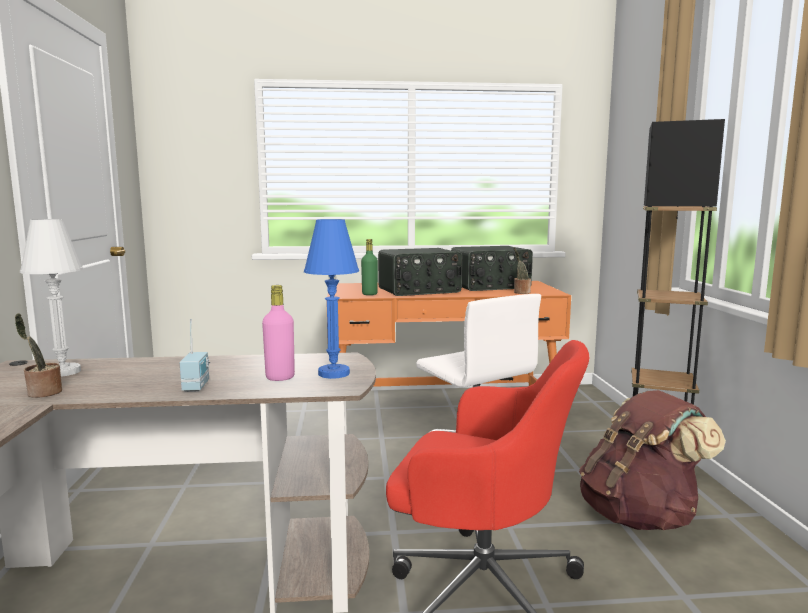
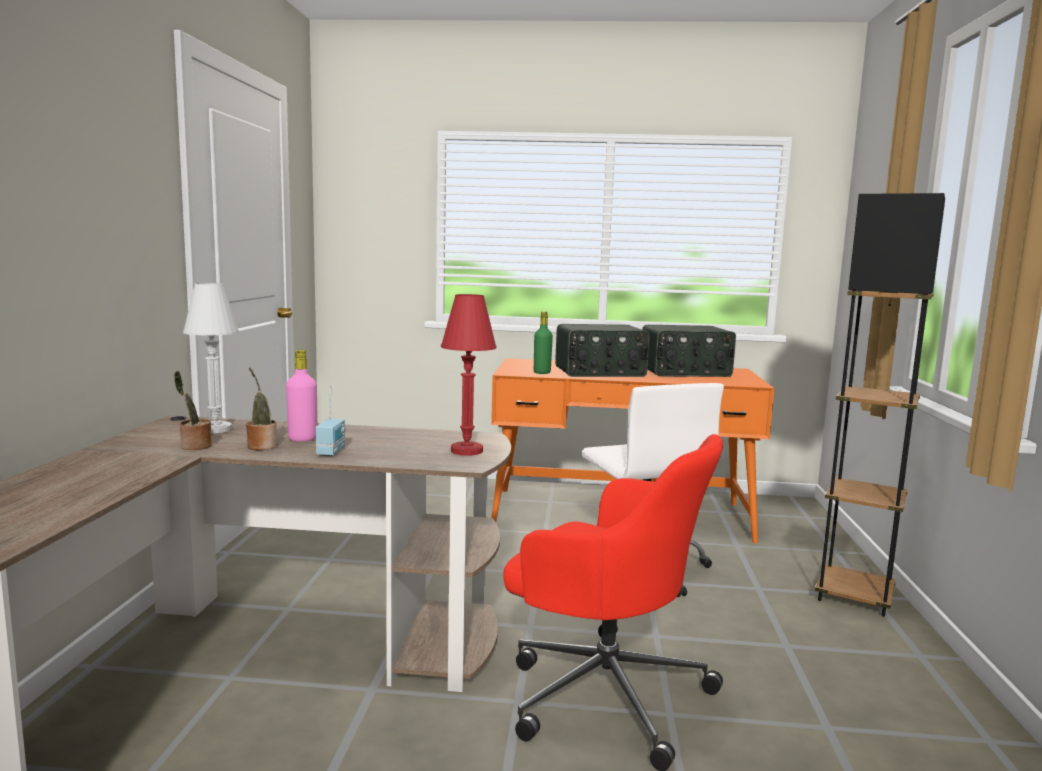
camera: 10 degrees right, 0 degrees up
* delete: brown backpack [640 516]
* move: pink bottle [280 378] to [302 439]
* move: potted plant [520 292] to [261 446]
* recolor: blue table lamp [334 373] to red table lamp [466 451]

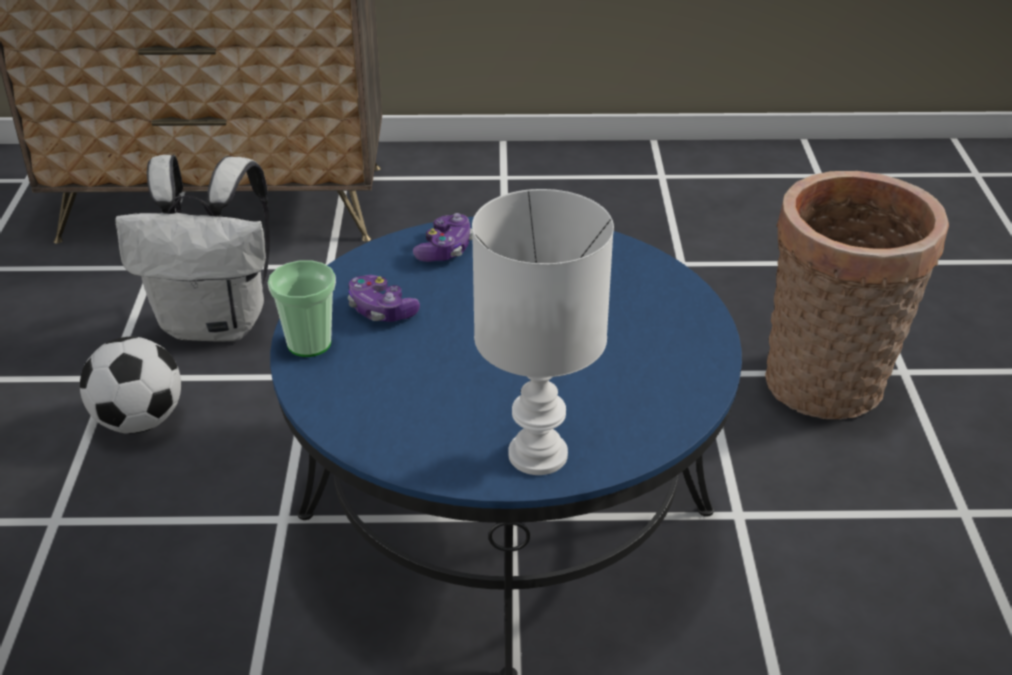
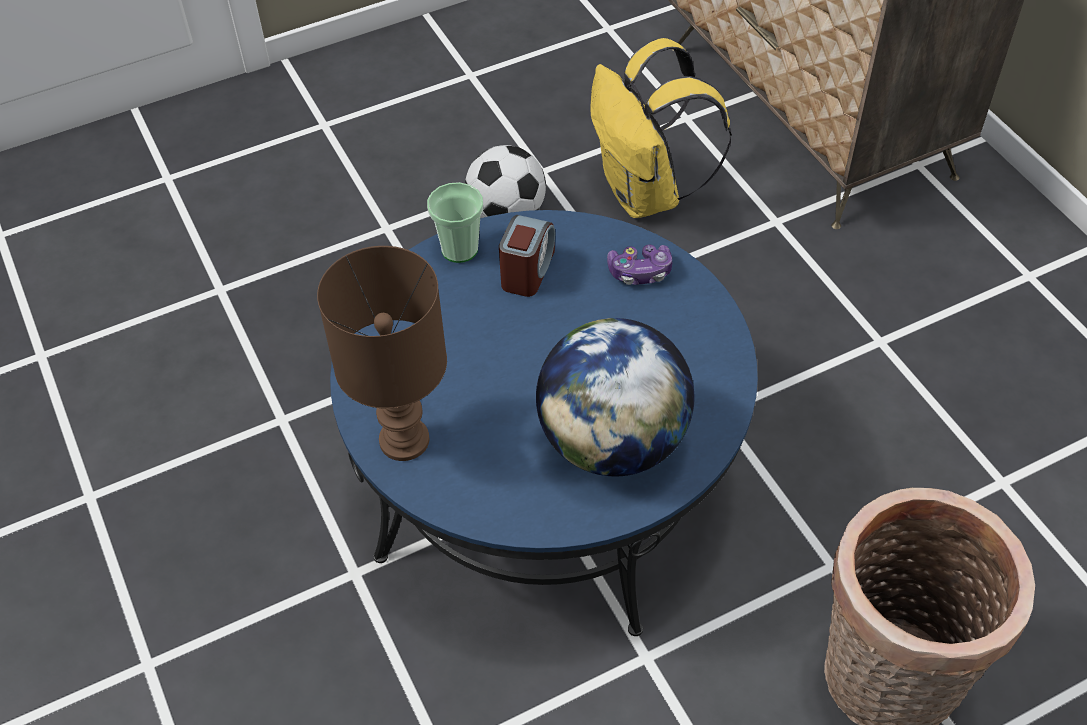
camera: 65 degrees right, 15 degrees up
* insert: globe [613 442]
* replace: game controller [381 310] to alarm clock [527 270]
* recolor: white backpack [217 323] to yellow backpack [646 194]
* recolor: white table lamp [538 453] to brown table lamp [406 440]

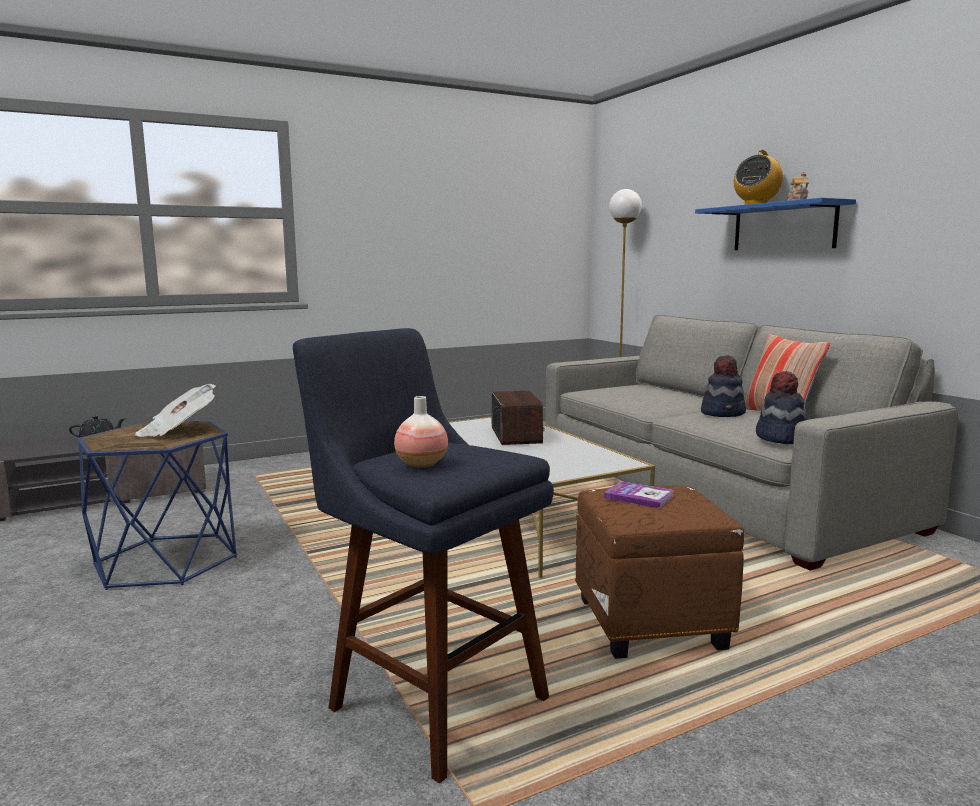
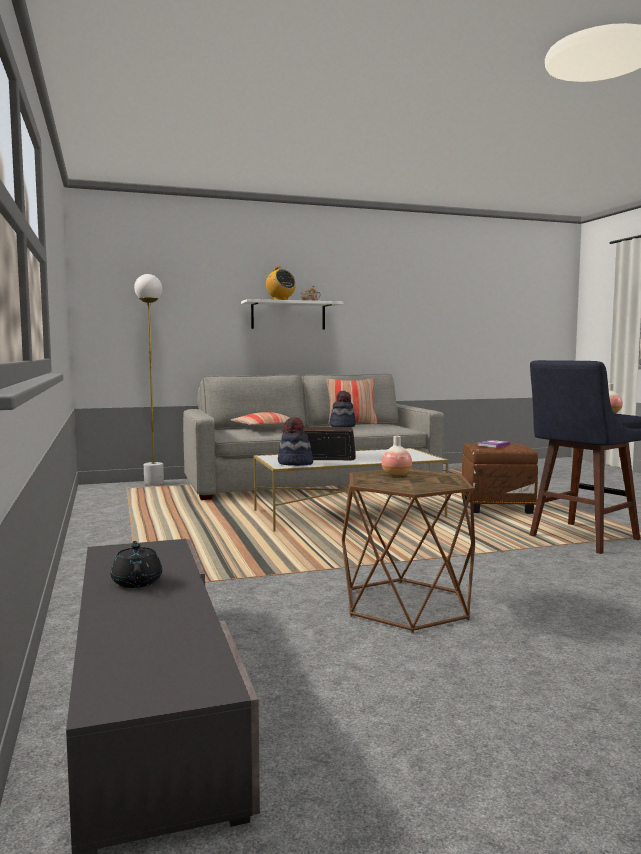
camera: 80 degrees left, 5 degrees down
* insert: pillow [264 429]
* move: hat [780 438] to [295 463]
* replace: newspaper [178 431] to vase [396 475]
* recolor: blue side table [166 561] to brown side table [406 604]
* recolor: blue shelf [783 227] to white shelf [288 315]

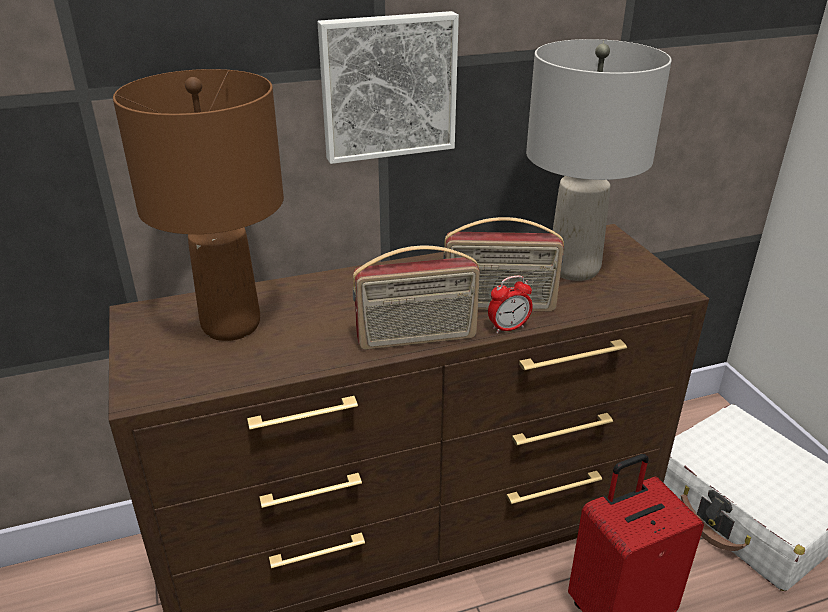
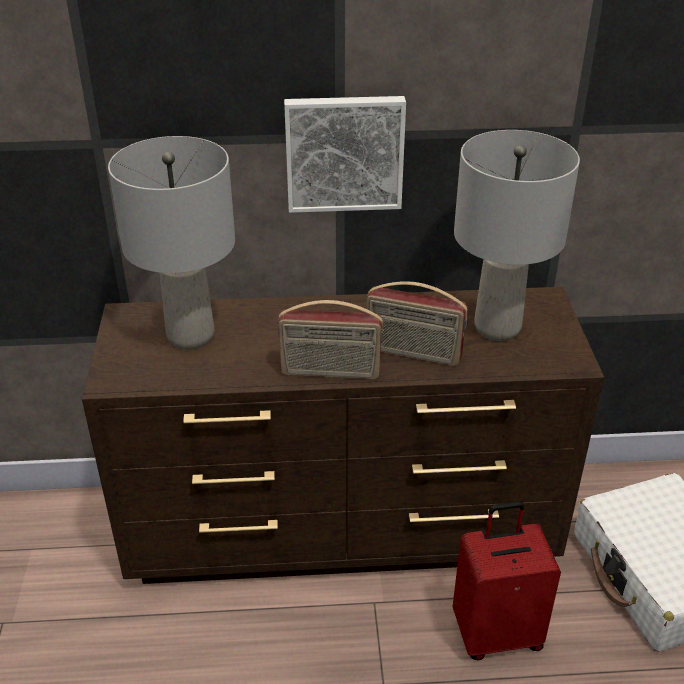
camera: 15 degrees right, 5 degrees up
* delete: alarm clock [508 328]
* recolor: brown table lamp [231 326] to grey table lamp [190 336]

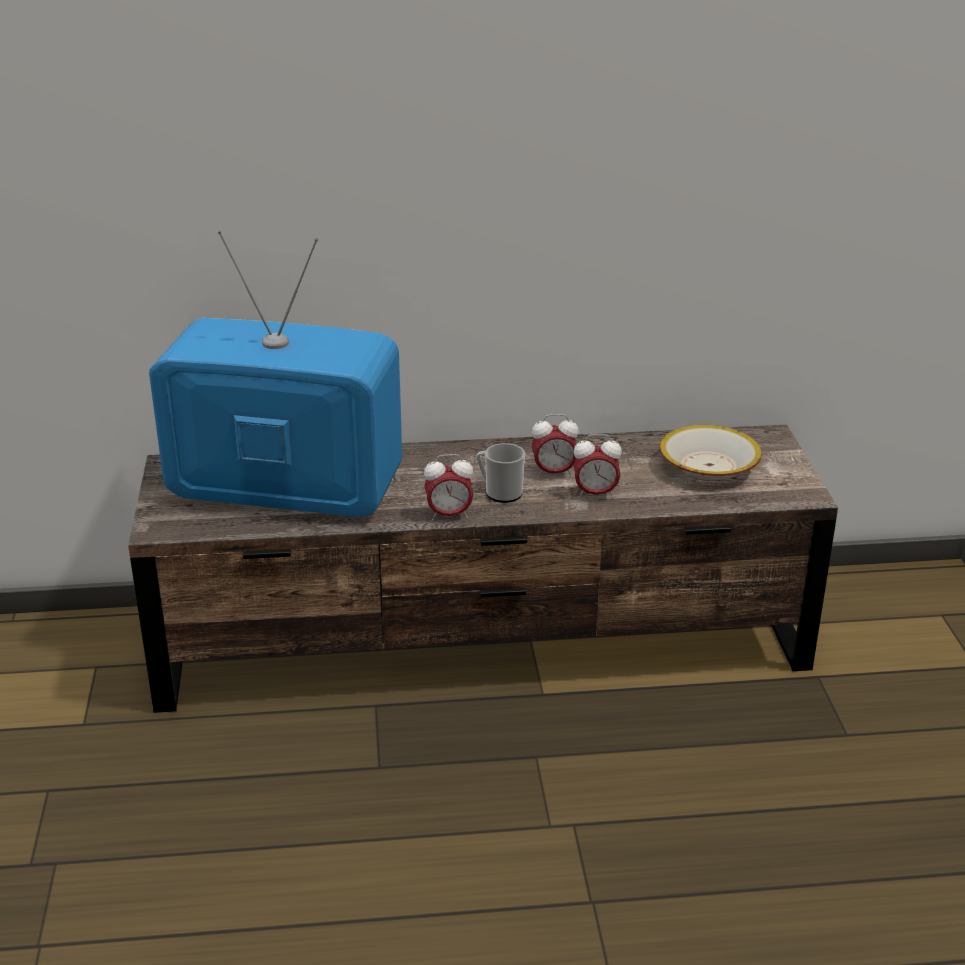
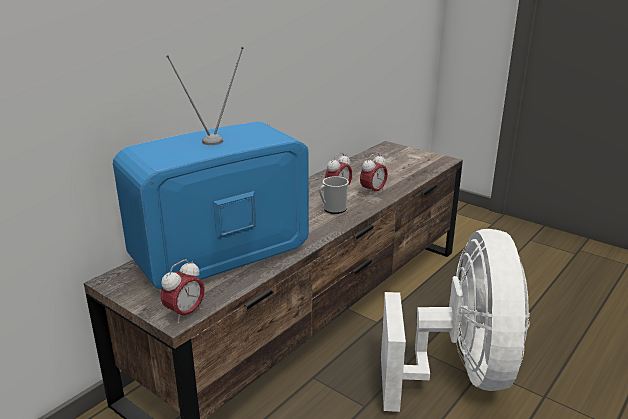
camera: 45 degrees left, 5 degrees down
* delete: bowl [709 467]
* insert: white fan [459 373]
* move: alarm clock [449 515] to [185 313]

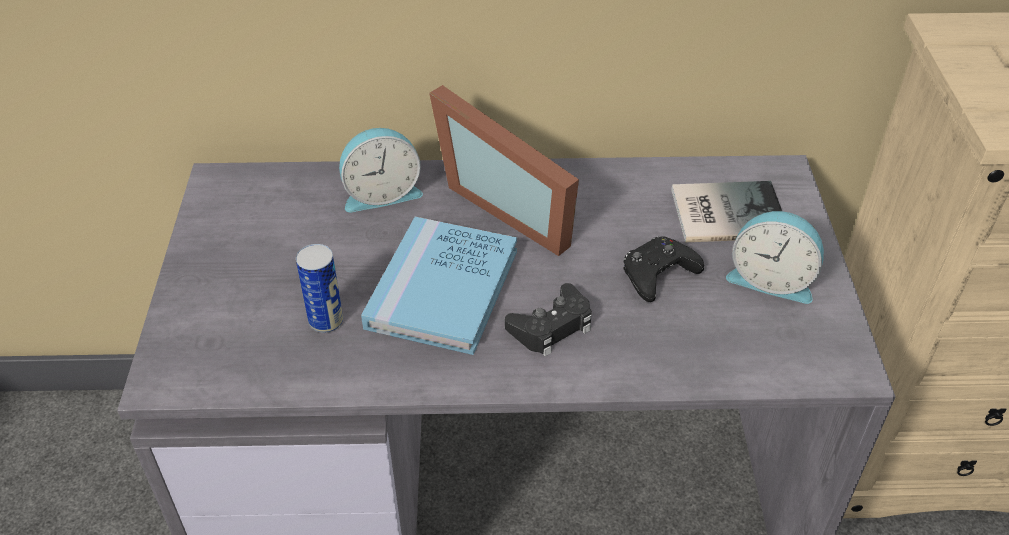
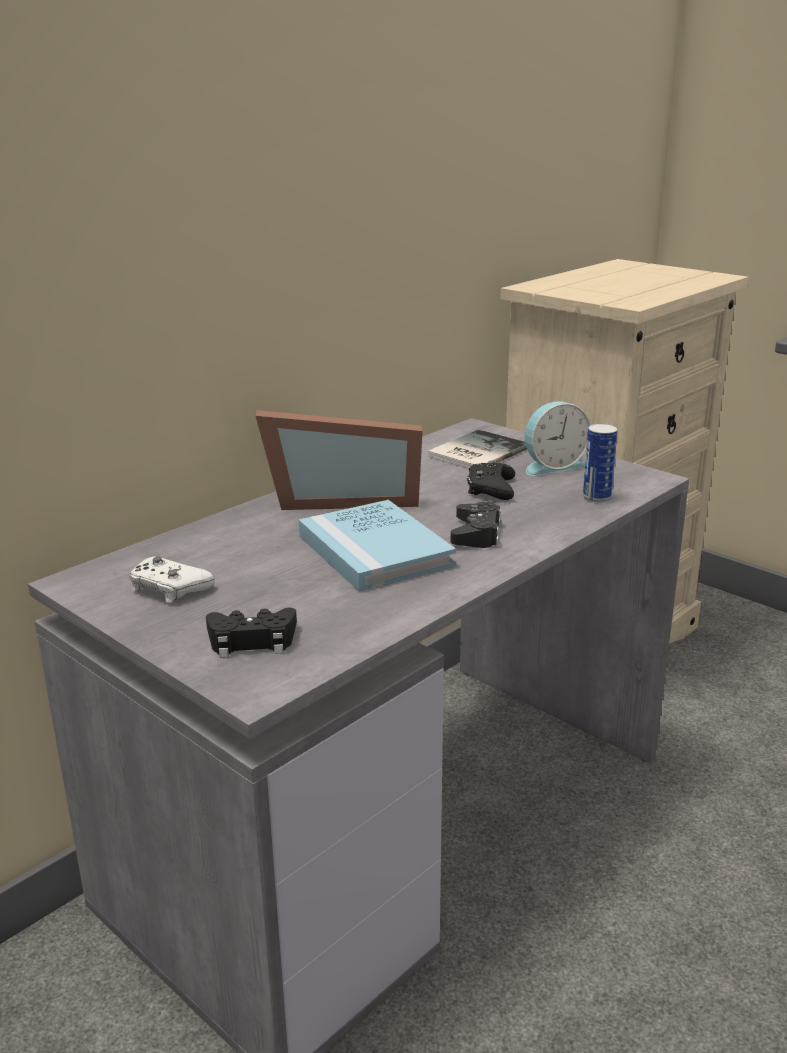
camera: 45 degrees left, 20 degrees down
* delete: alarm clock [381 193]
* insert: white game controller [169 588]
* insert: black game controller [252 640]
* move: can [326 321] to [597 497]

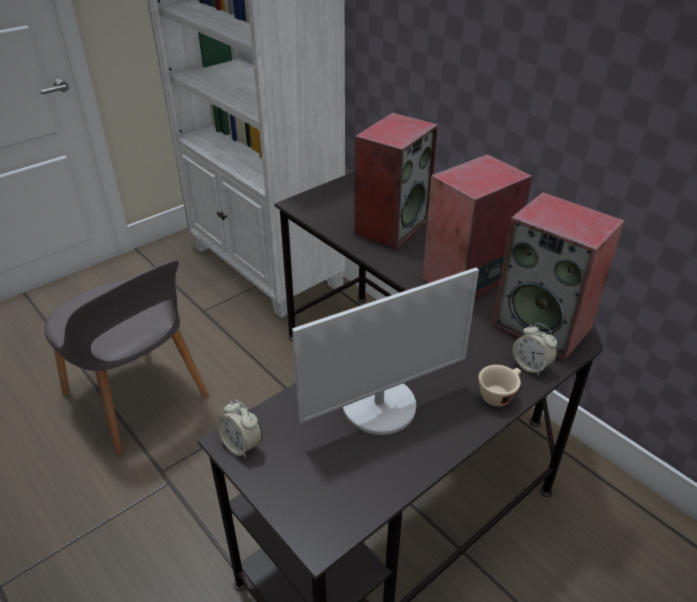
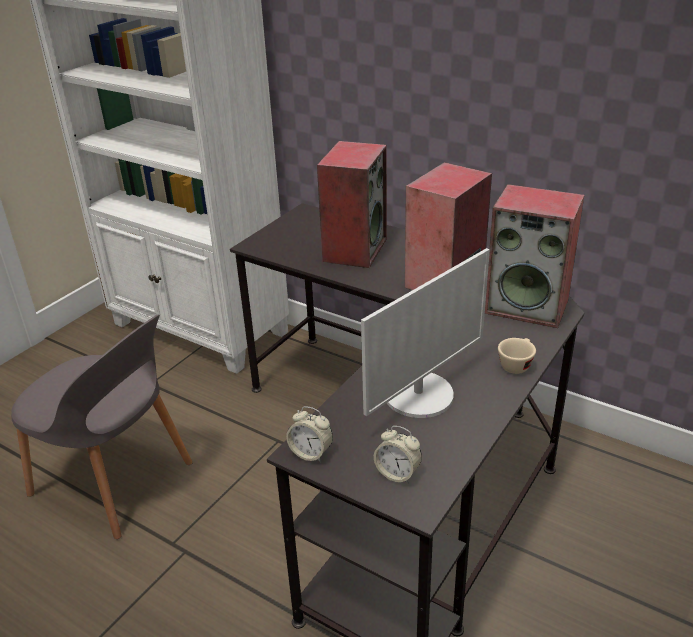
camera: 15 degrees left, 5 degrees down
* move: alarm clock [531 365] to [397 473]

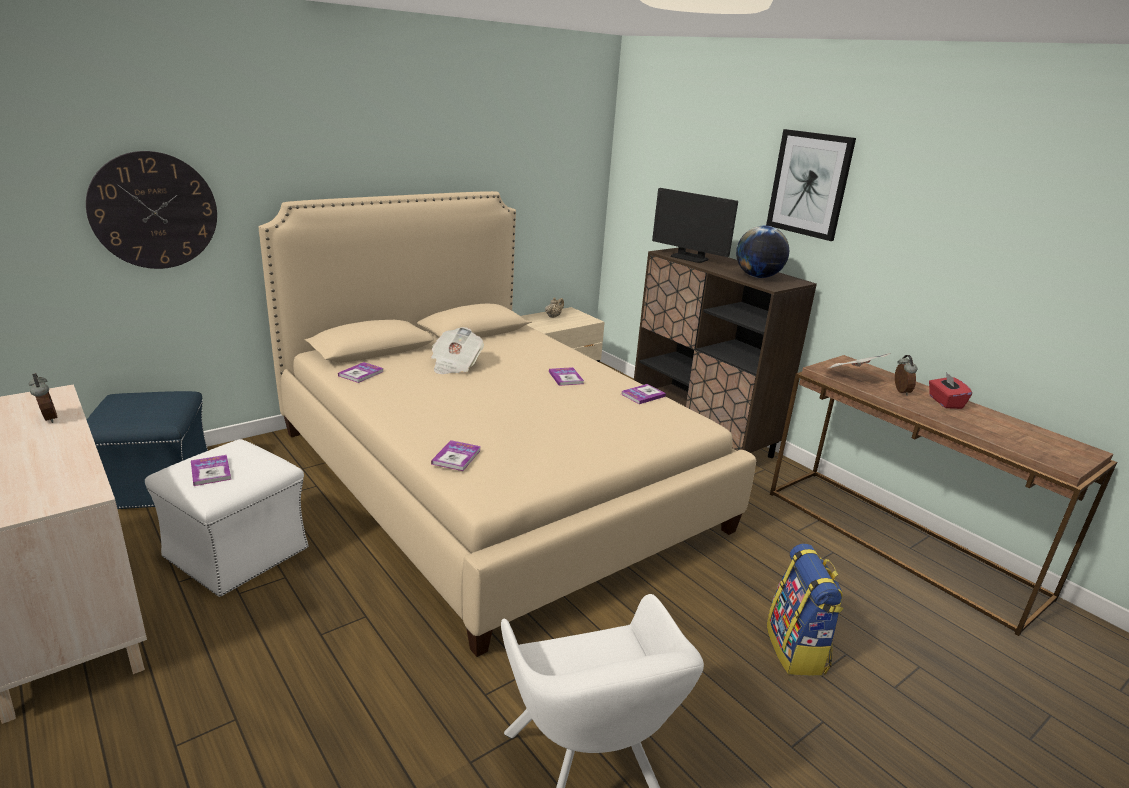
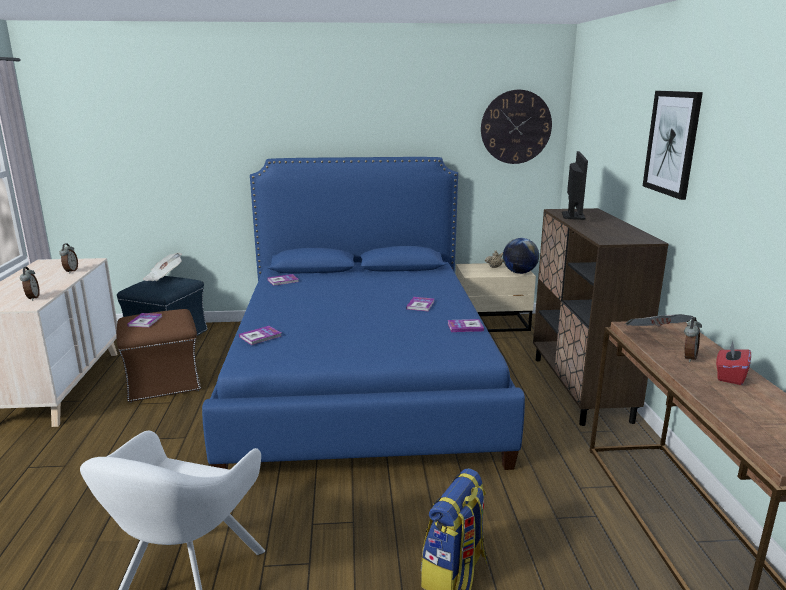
camera: 35 degrees right, 5 degrees down
* insert: alarm clock [32 298]
* move: wall clock [154 211] to [516 127]
* move: newspaper [455 365] to [163 277]
* move: globe [758 277] to [519 272]
* recolor: white ottoman [238 552] to brown ottoman [164 382]
* recolor: beige bed [492 478] to blue bed [360 379]
* rotate: monitor [689 258] = [573 216] 150 degrees counterclockwise

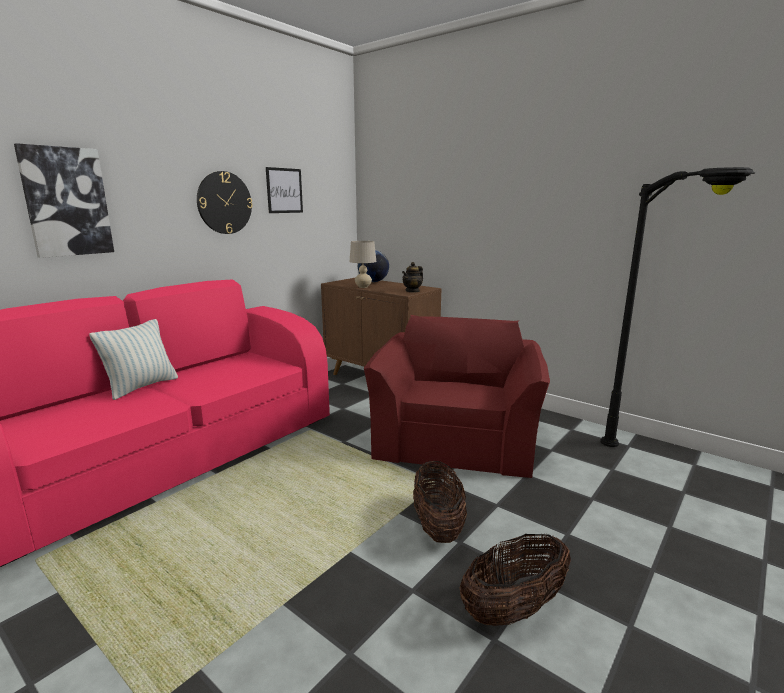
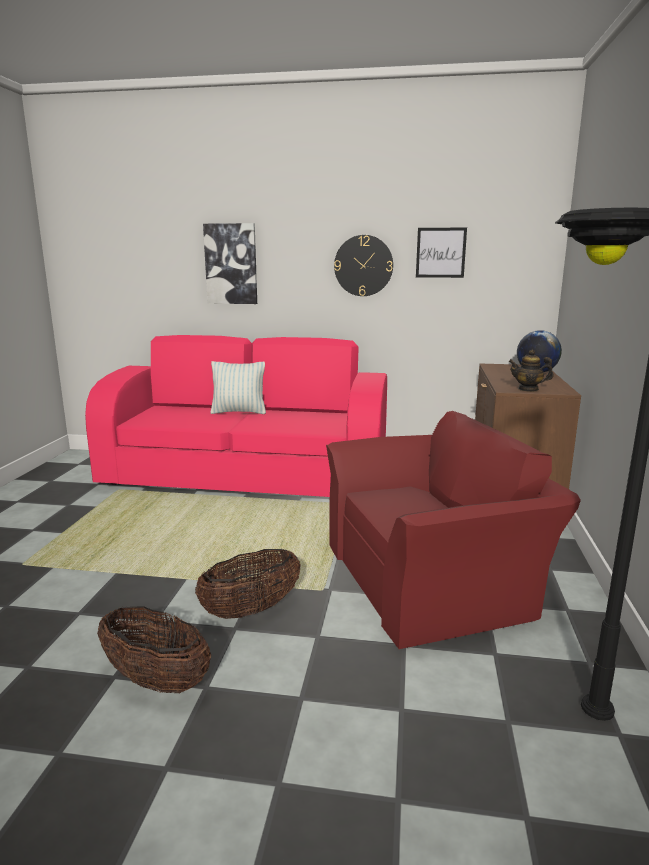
camera: 60 degrees right, 0 degrees up
* delete: beige table lamp [363 287]

